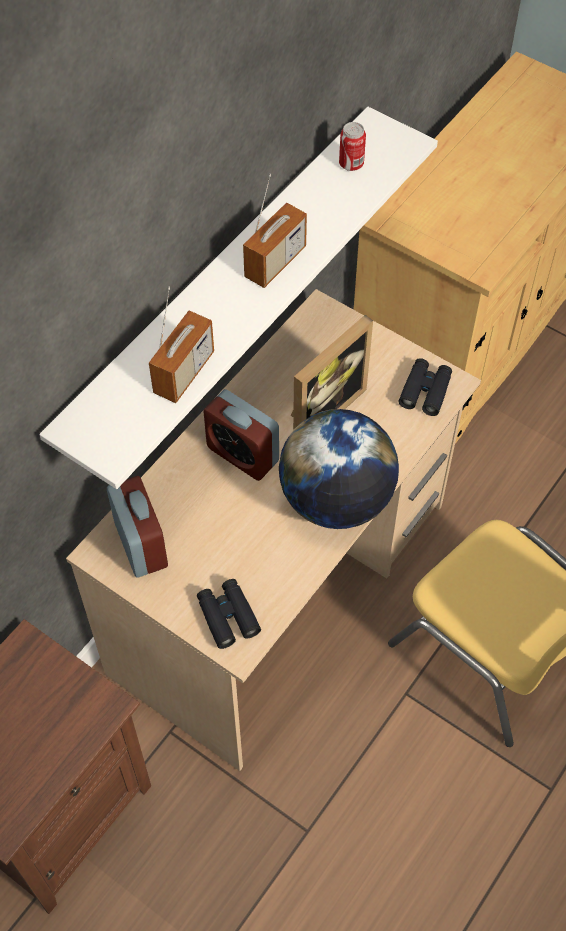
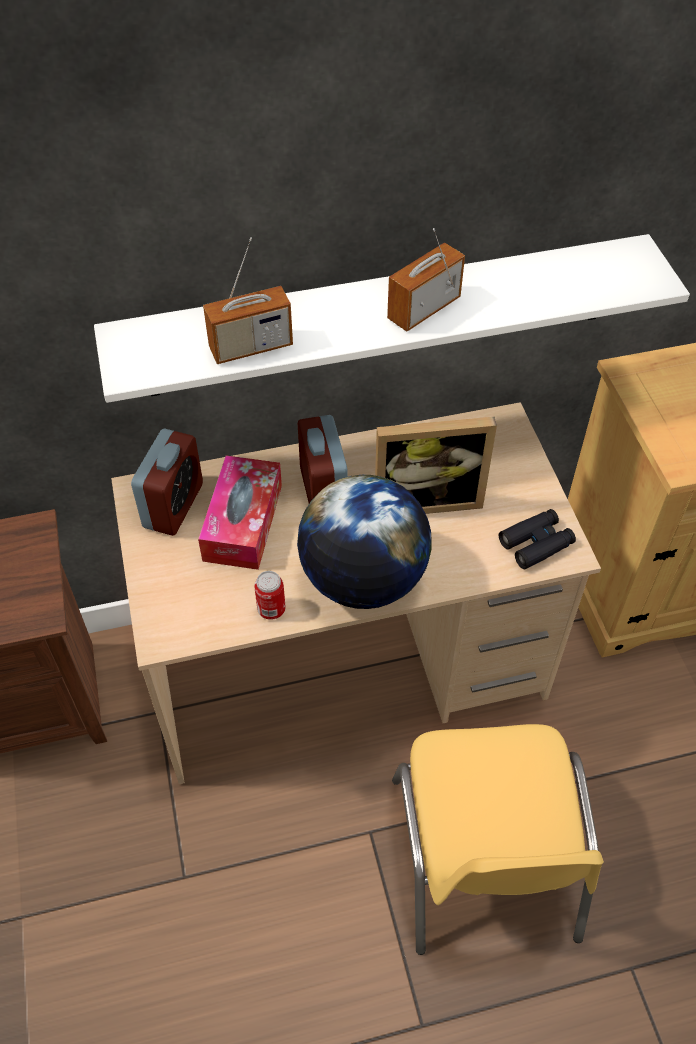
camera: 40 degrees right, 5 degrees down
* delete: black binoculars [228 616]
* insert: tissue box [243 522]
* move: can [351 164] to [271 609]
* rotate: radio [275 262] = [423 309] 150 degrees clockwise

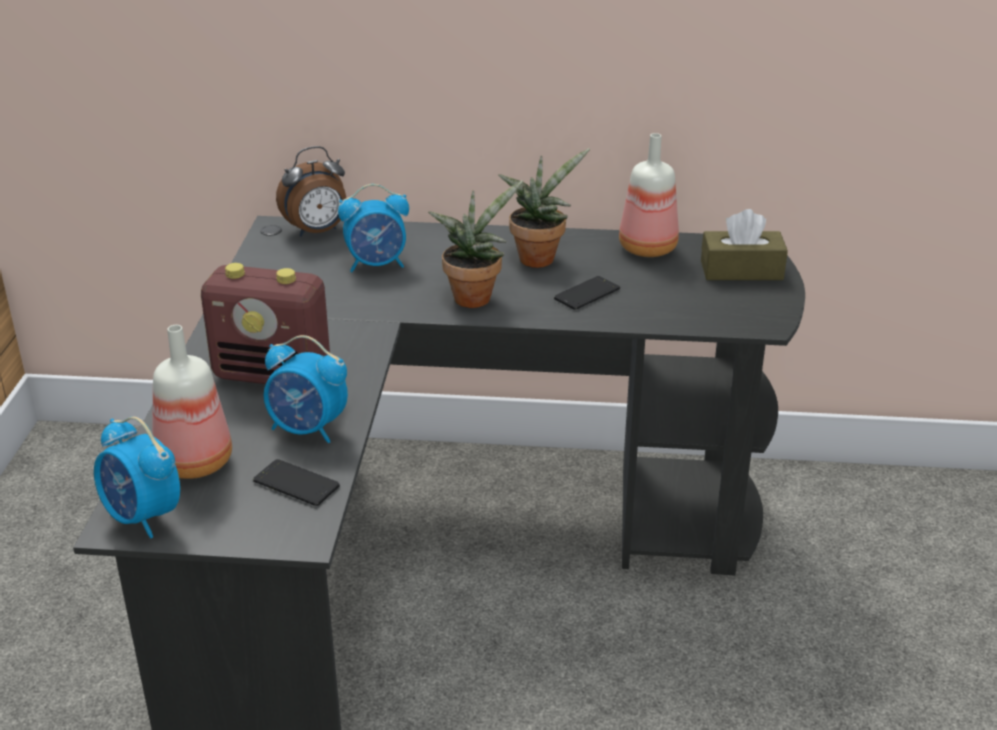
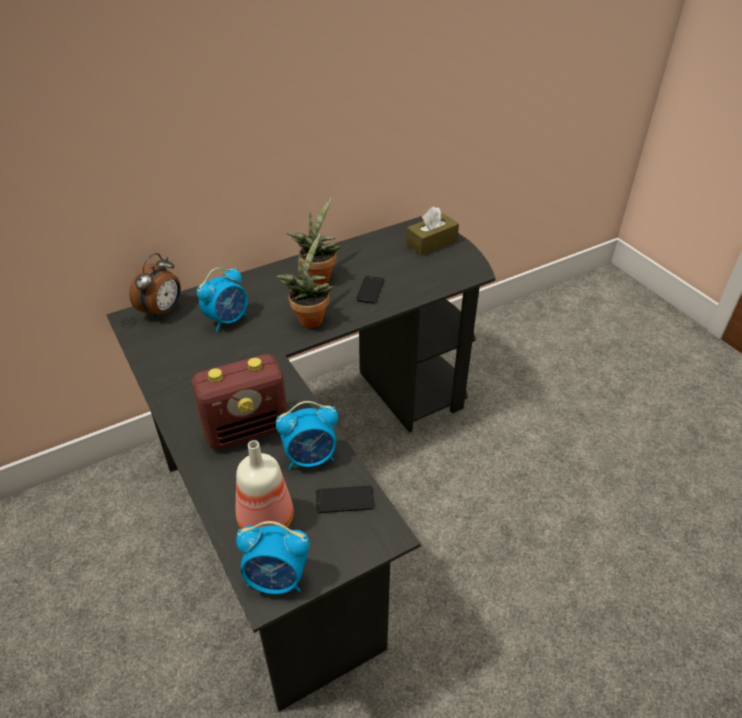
camera: 35 degrees left, 10 degrees up
* delete: bottle [649 249]

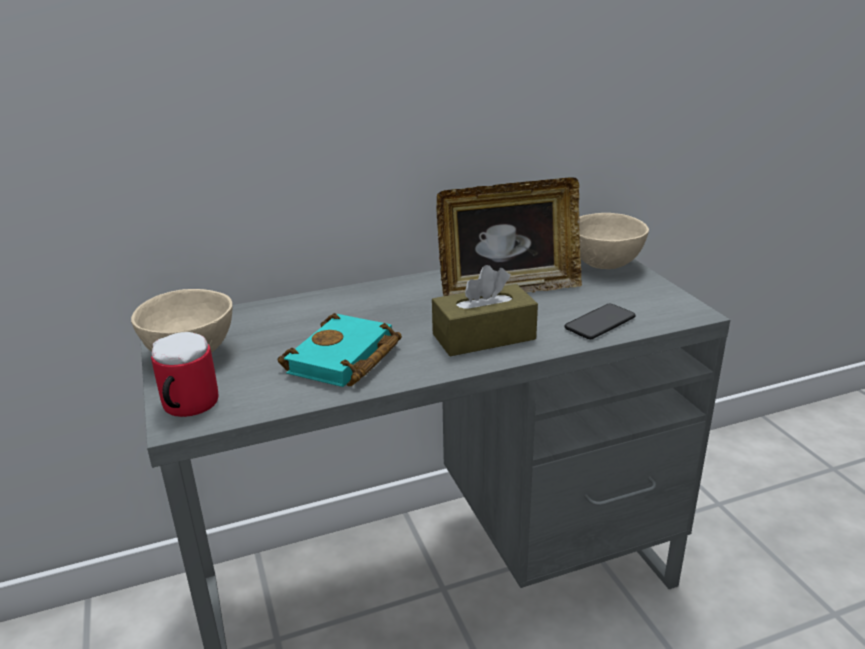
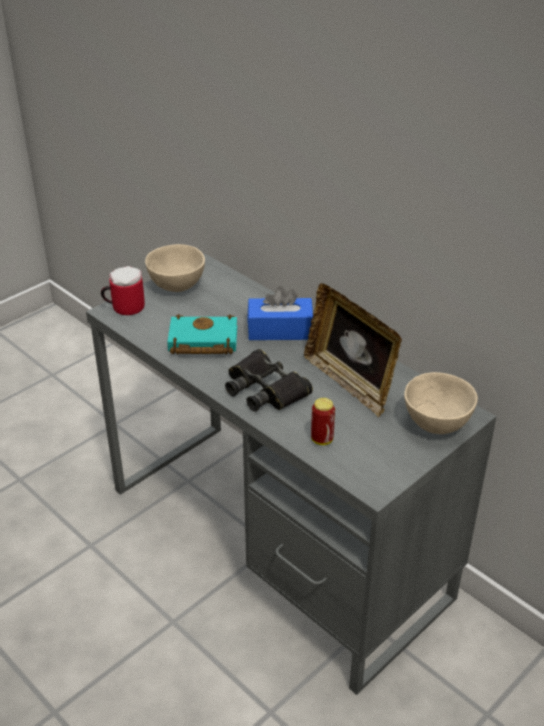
camera: 65 degrees right, 10 degrees up
* insert: blue tissue box [280 330]
* replace: brown tissue box [484 337] to black binoculars [265 389]
* replace: phone [600 323] to can [322 440]

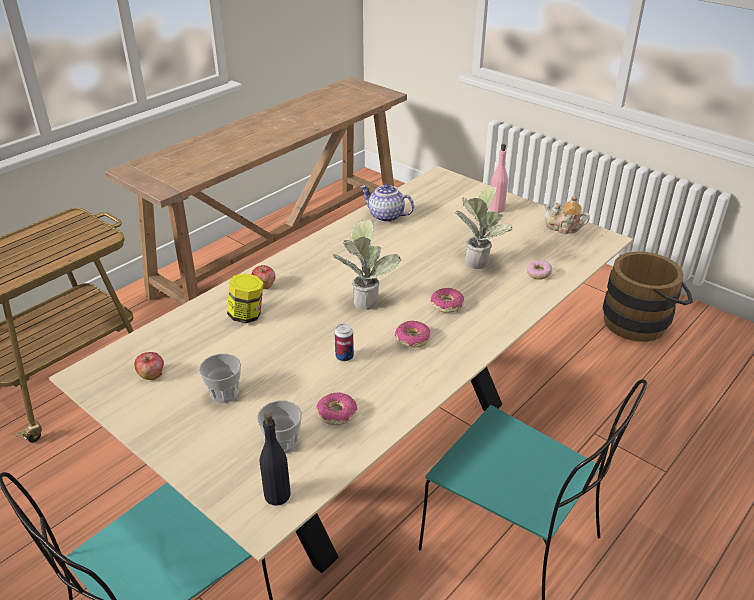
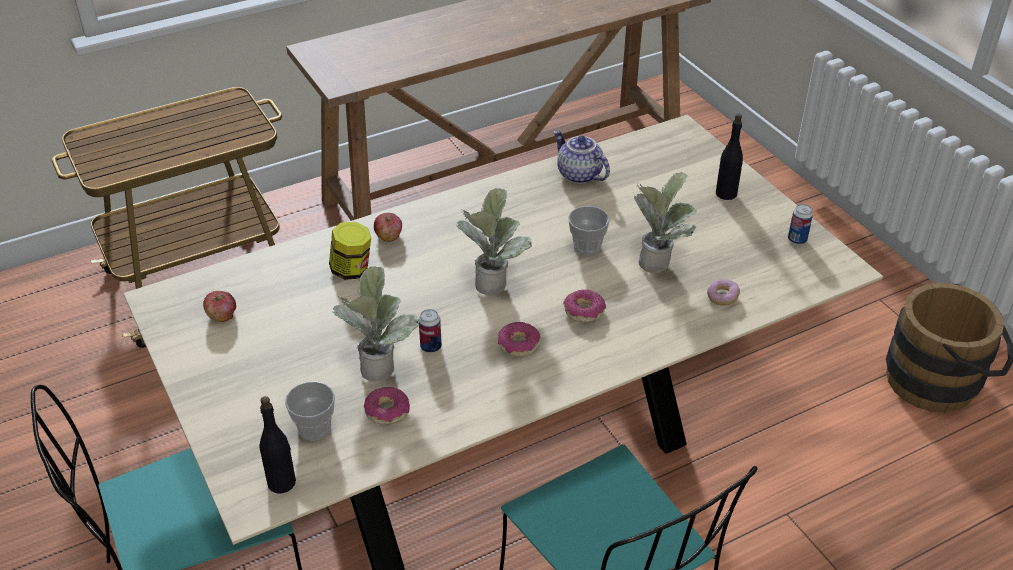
camera: 20 degrees right, 5 degrees up
* insert: potted plant [379 363]
* move: cup [224 393] to [587 246]
* replace: teapot [563 227] to can [797 239]
* recolor: pink bottle [496 208] to black bottle [726 193]

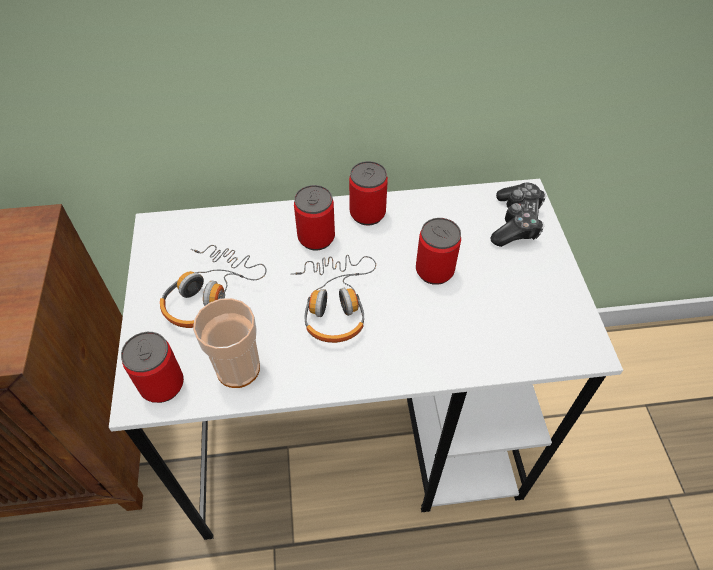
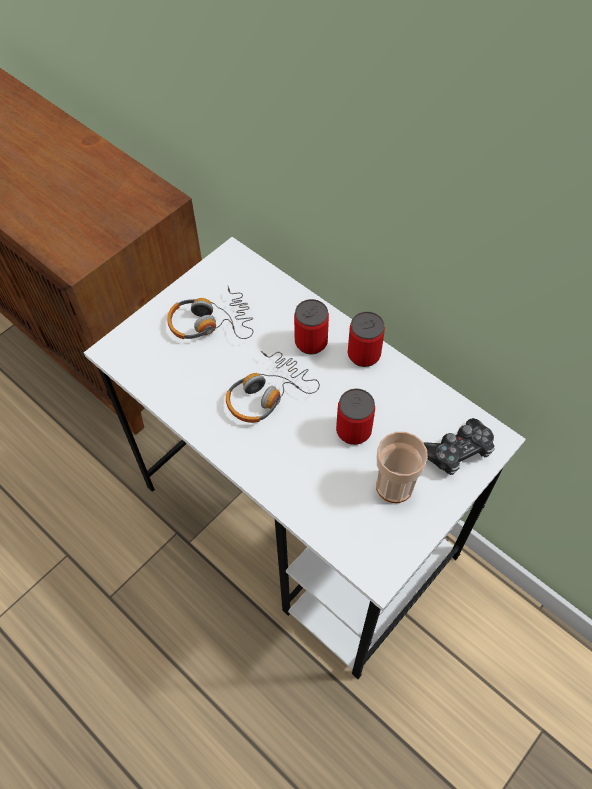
camera: 50 degrees right, 5 degrees up
* delete: can [162 385]
* move: cup [238 368] to [394 486]

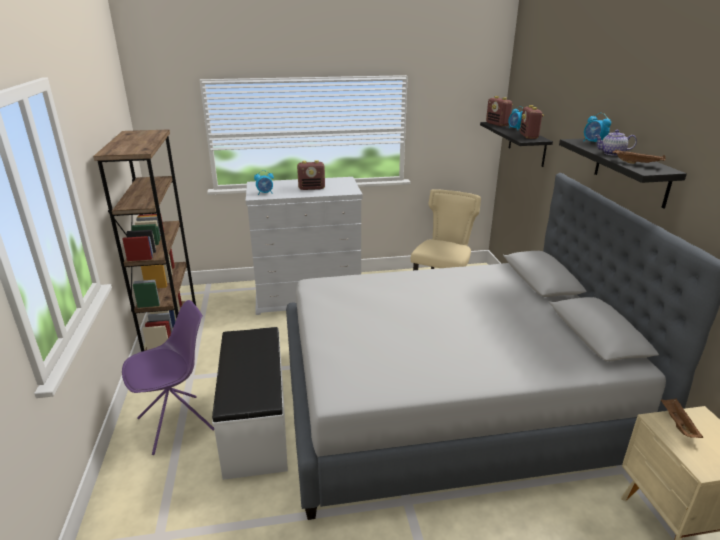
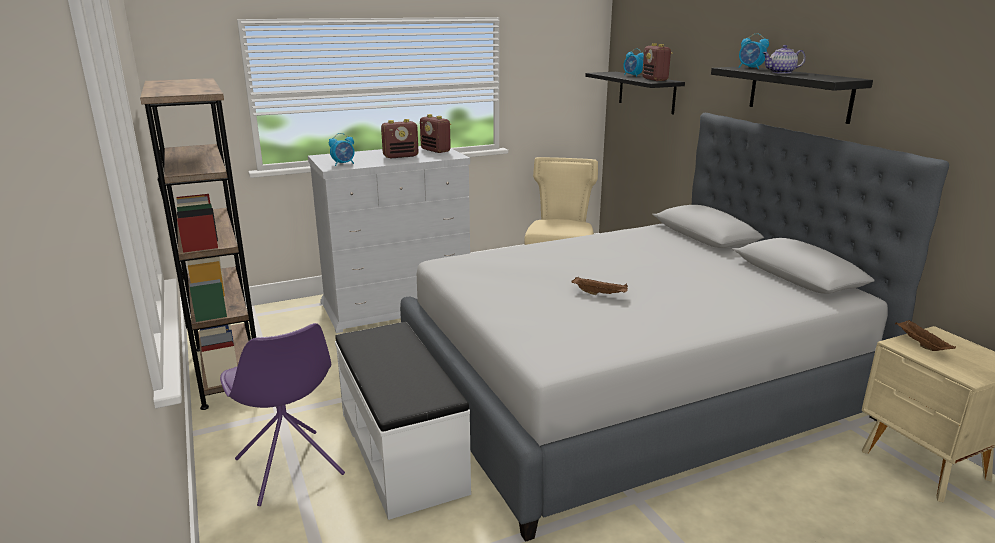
camera: 15 degrees left, 5 degrees down
* move: radio [497 124] to [436 150]
* move: brown tray [637 163] to [600 294]
* rotate: purple chair [177 423] = [289 468] 105 degrees clockwise

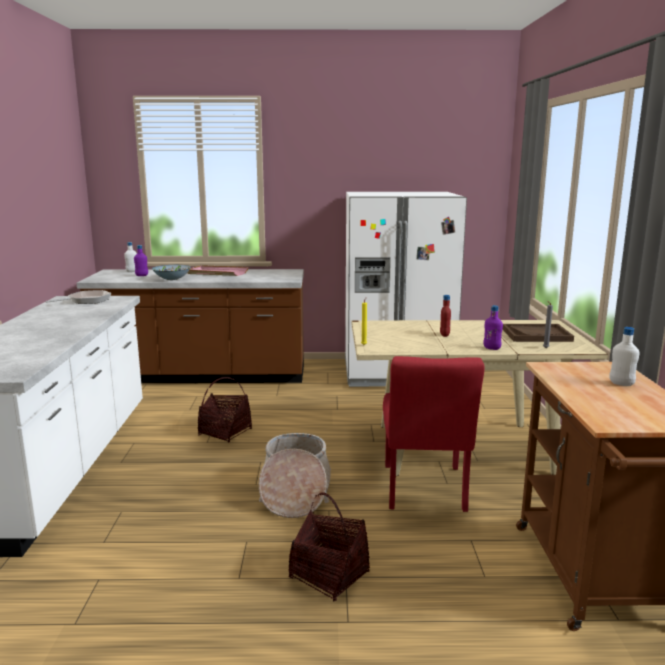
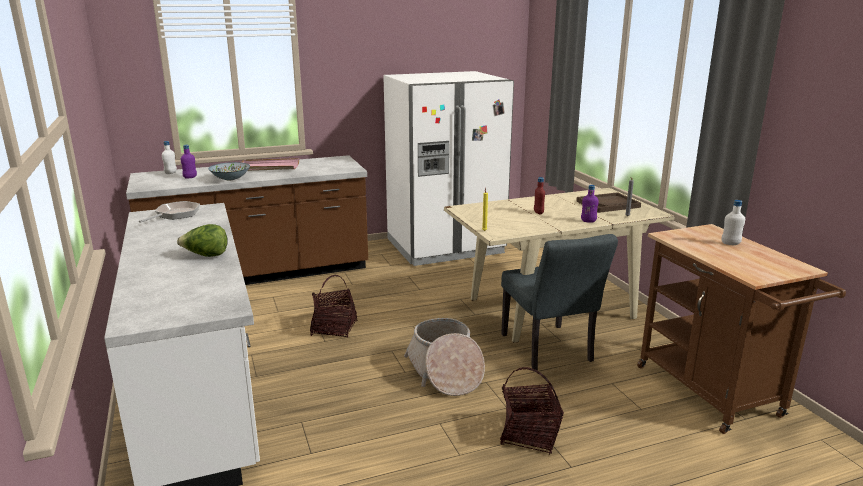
camera: 20 degrees left, 5 degrees up
* insert: lettuce [206 256]
* recolor: red chair [425 492] to grey chair [549 351]

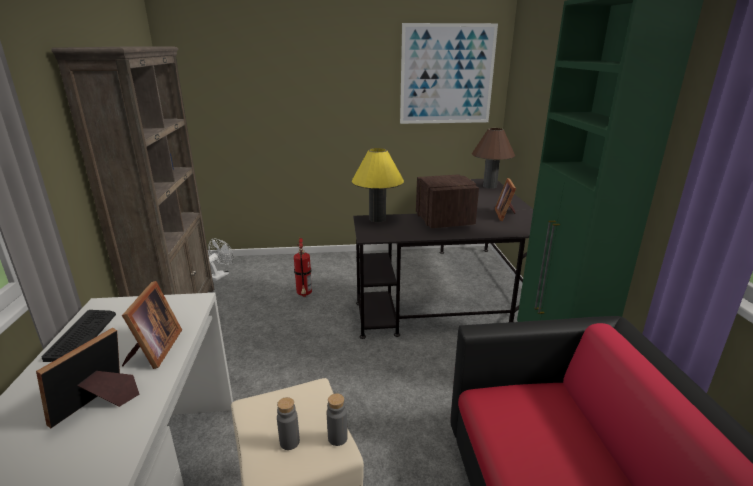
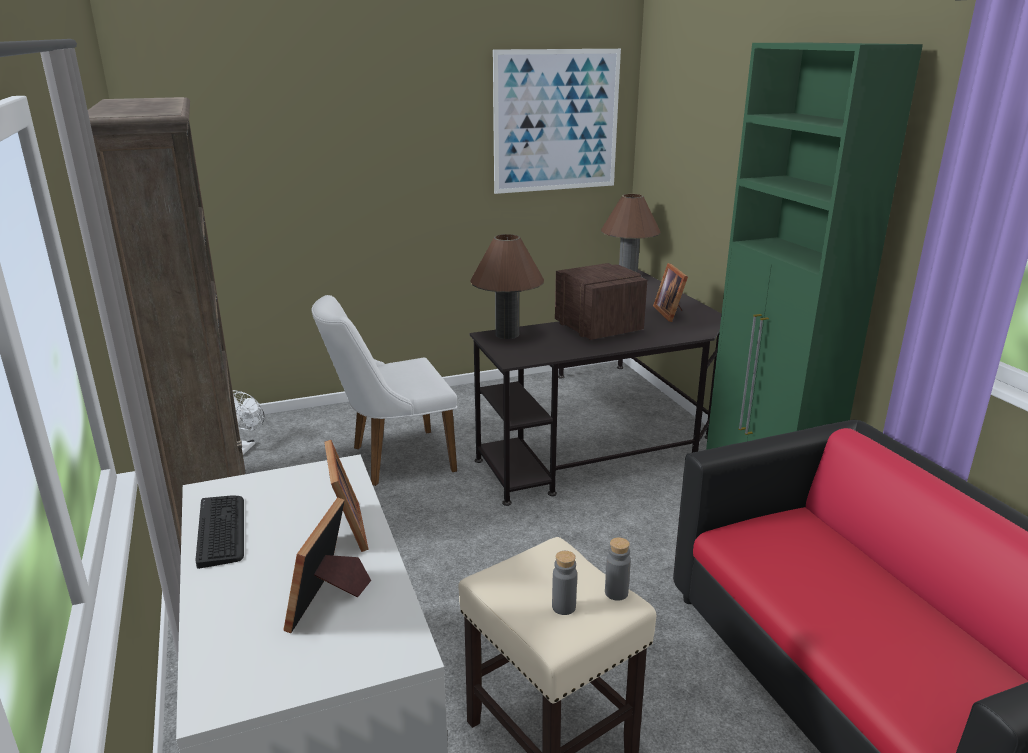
camera: 15 degrees left, 0 degrees up
* replace: fire extinguisher [304 295] to white chair [392 459]
* recolor: yellow table lamp [377 219] to brown table lamp [507 334]

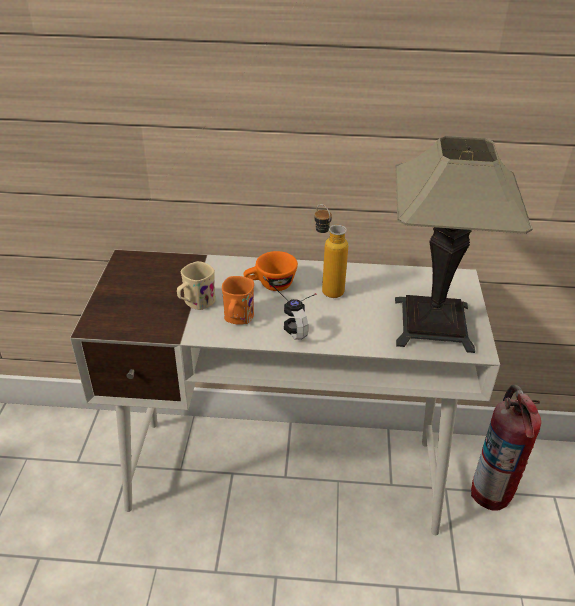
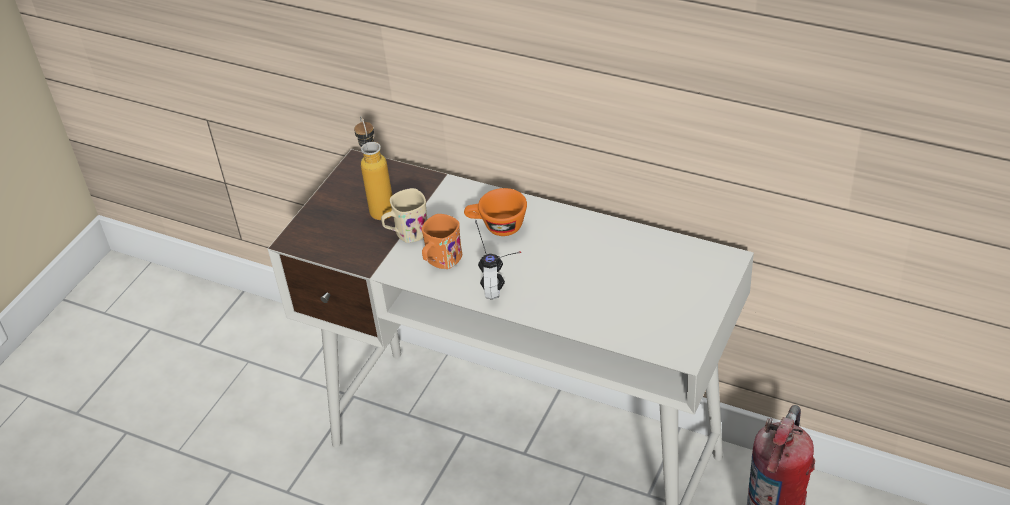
camera: 25 degrees right, 5 degrees up
* delete: table lamp [432 324]
* move: bottle [326 287] to [379 206]

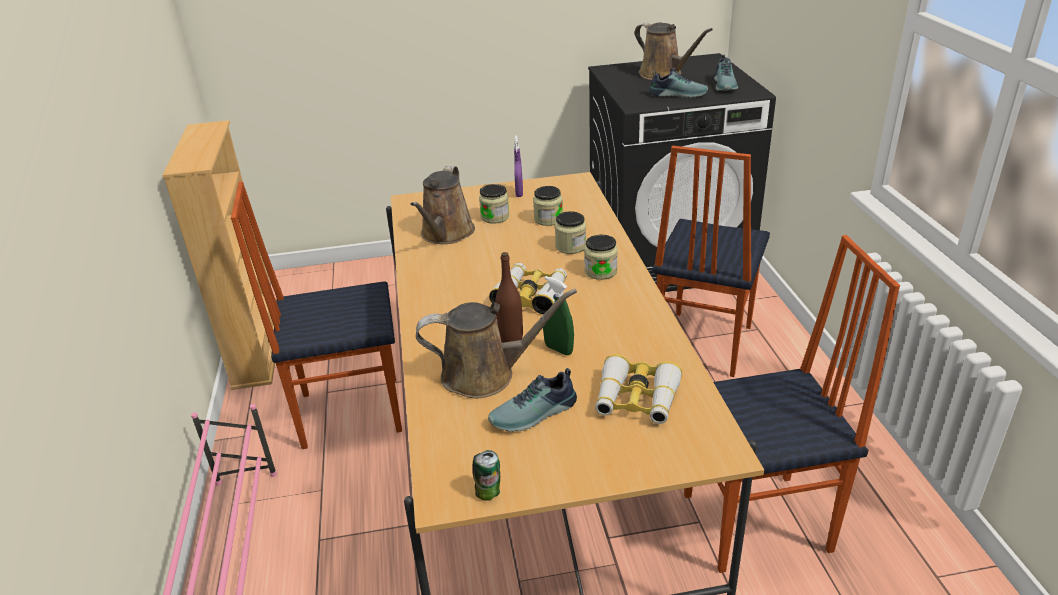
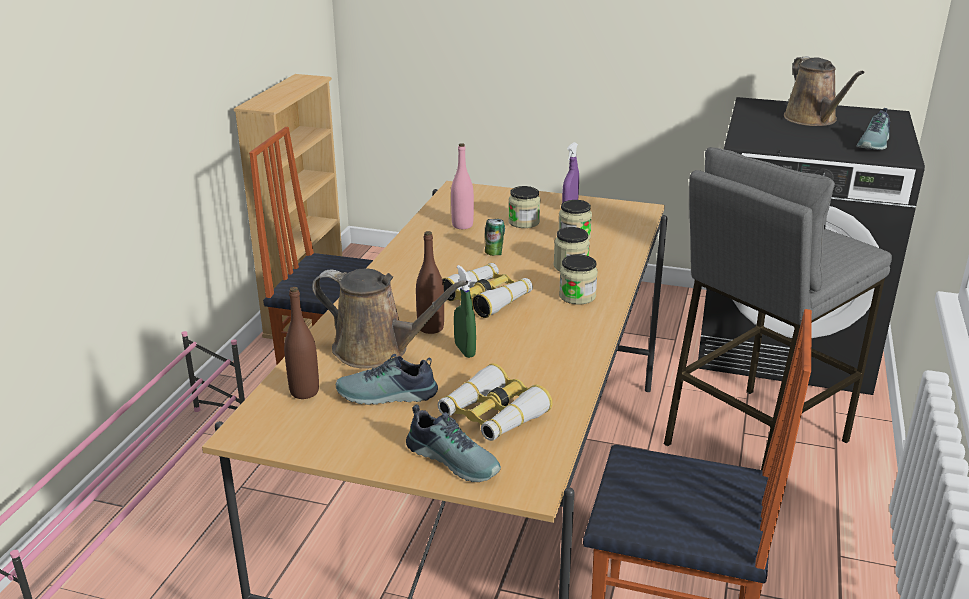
camera: 25 degrees right, 5 degrees down
* insert: brown bottle [304 392]
* move: can [489 493] to [494 253]
* move: shoe [677 94] to [454 458]
* replace: brown watering can [445 234] to pink bottle [462 225]
* replace: chair [701 343] to grey stool [753 441]

